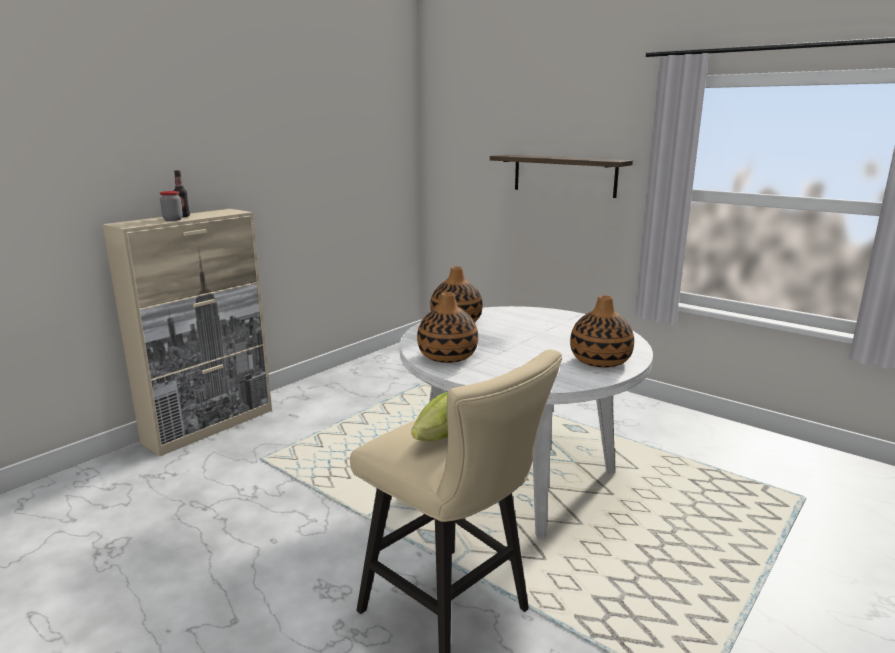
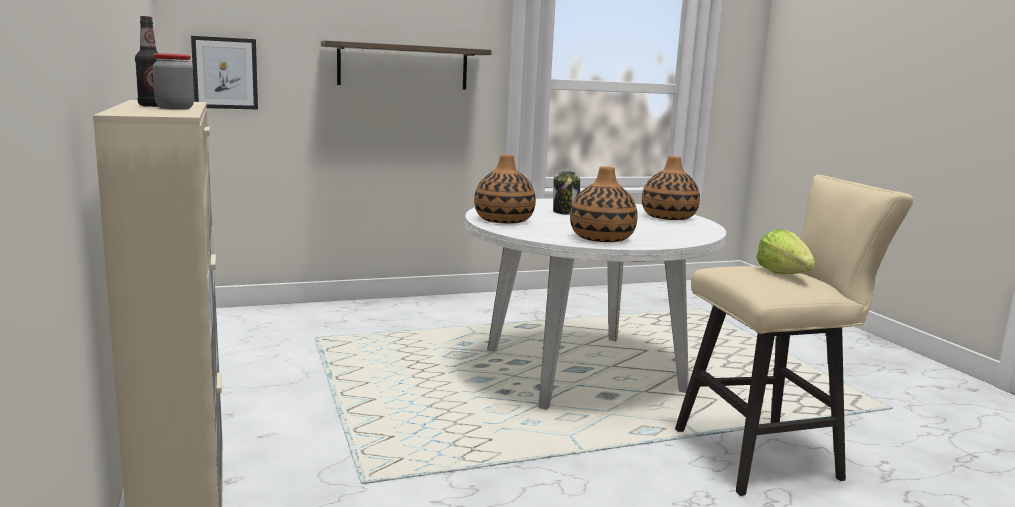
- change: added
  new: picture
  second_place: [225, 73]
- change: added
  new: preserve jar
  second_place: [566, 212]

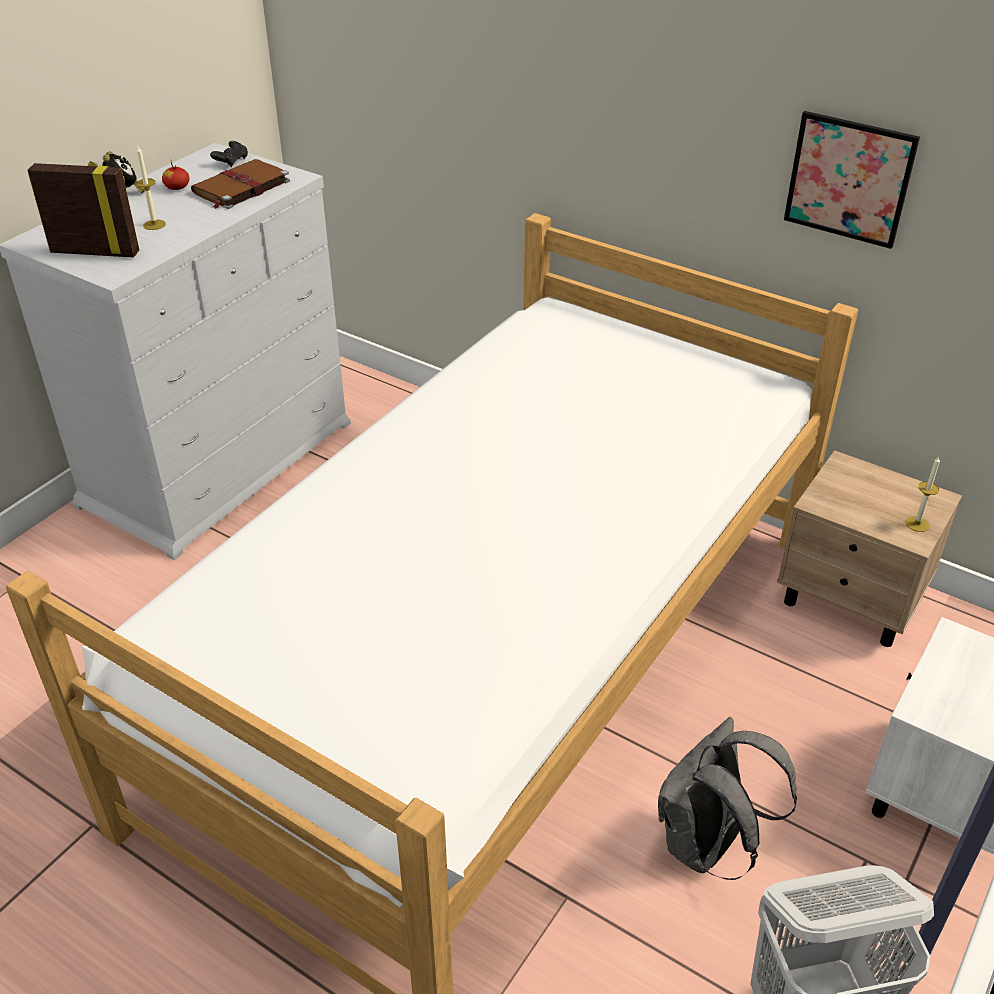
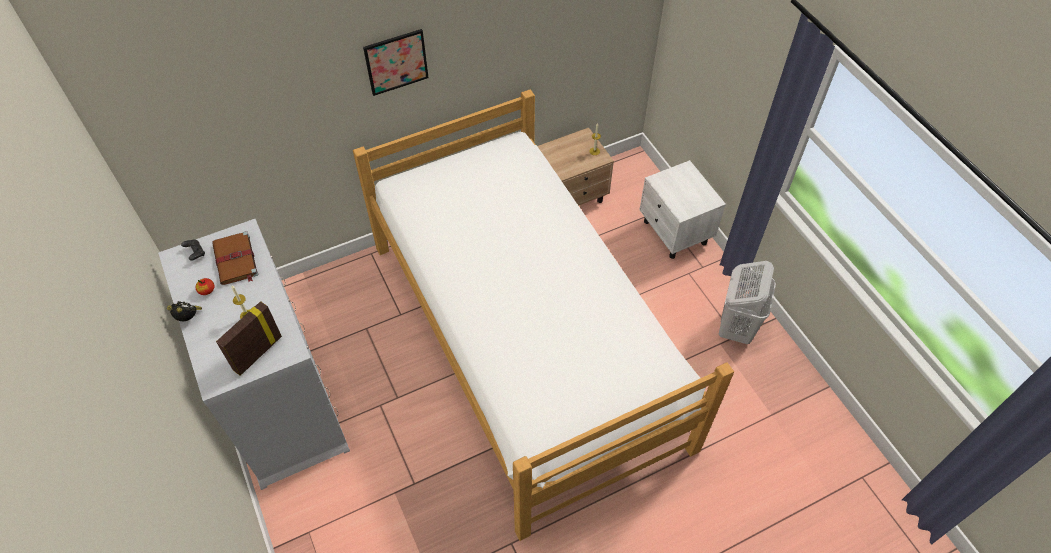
- change: removed
  old: gray rucksack
  first_place: [707, 846]
- change: moved
  old: picture
  first_place: [849, 179]
  second_place: [396, 62]

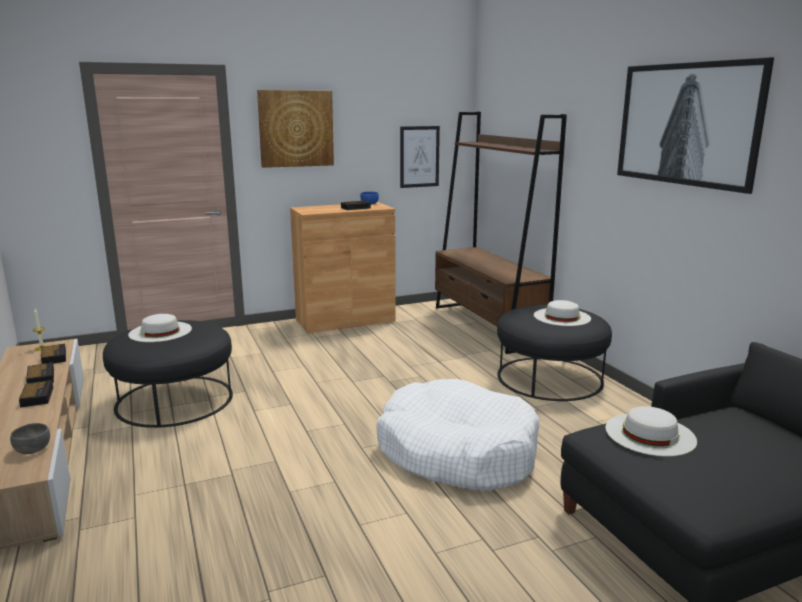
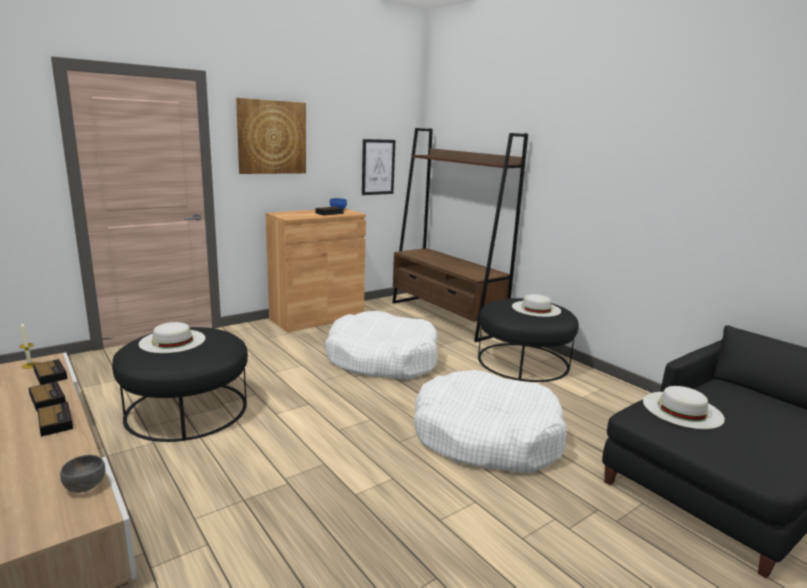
- change: removed
  old: picture
  first_place: [687, 124]
- change: added
  new: white-coloured pet bed
  second_place: [382, 359]

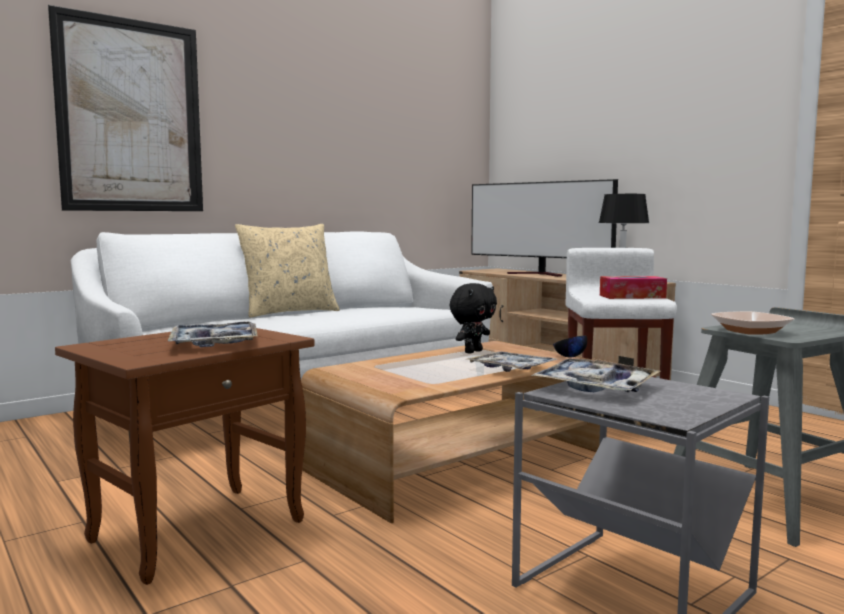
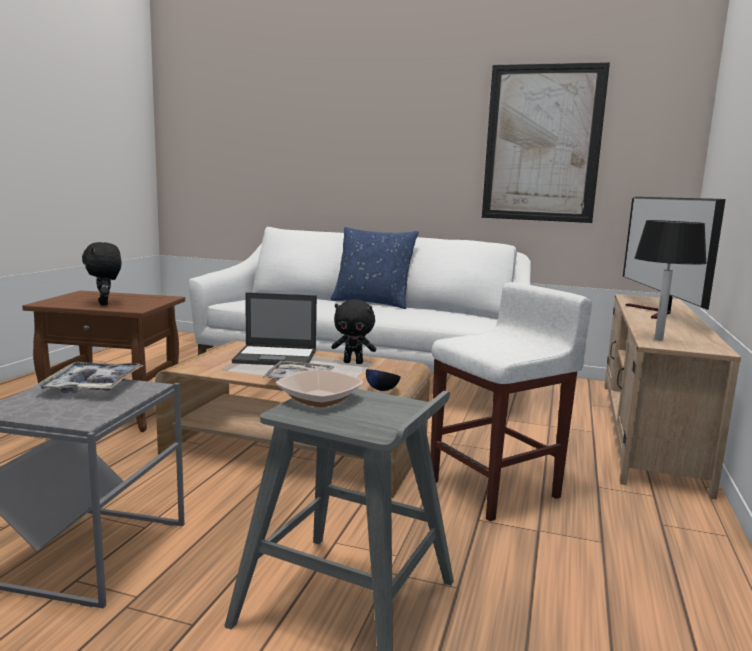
- change: moved
  old: picture
  first_place: [131, 116]
  second_place: [542, 144]
- change: replaced
  old: tray
  new: black cuddly toy
  first_place: [214, 344]
  second_place: [105, 304]
- change: recoloured
  old: beige throw pillow
  new: blue-coloured throw pillow
  first_place: [289, 312]
  second_place: [372, 303]
- change: removed
  old: tissue holder
  first_place: [632, 296]
- change: added
  new: laptop
  second_place: [277, 356]

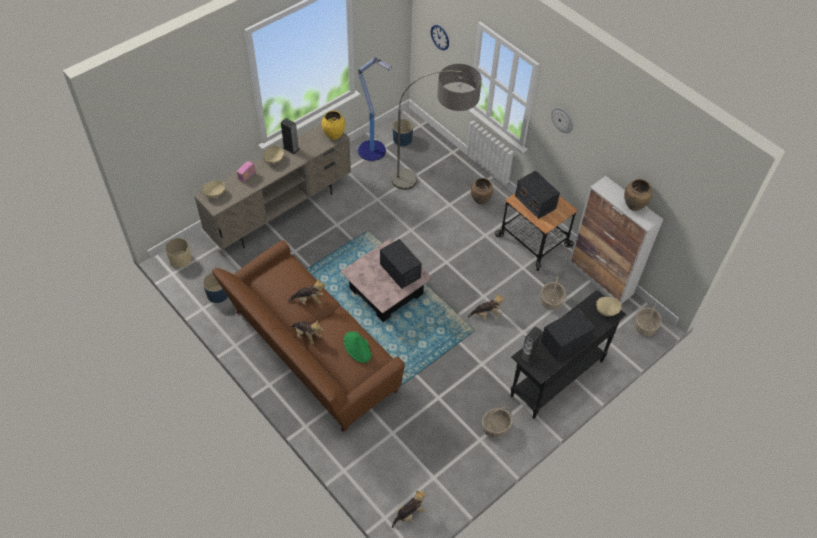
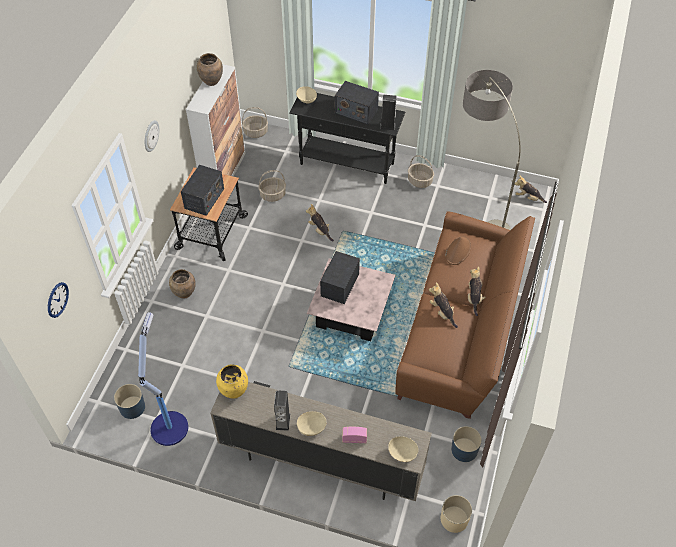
- change: recoloured
  old: green wearable hat
  new: brown wearable hat
  first_place: [357, 347]
  second_place: [458, 251]
- change: moved
  old: floor lamp
  first_place: [435, 182]
  second_place: [477, 209]

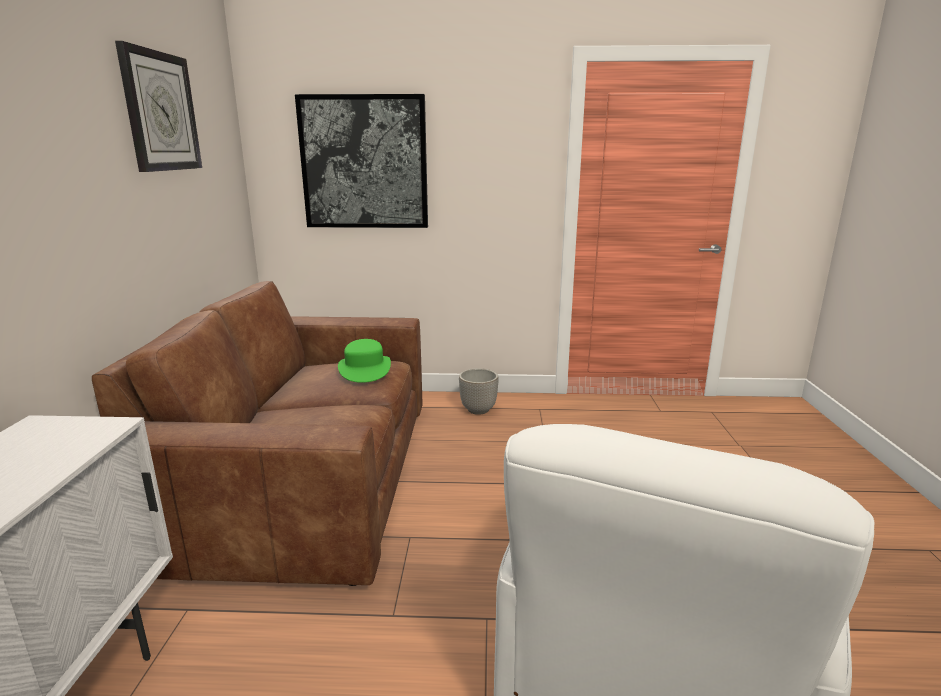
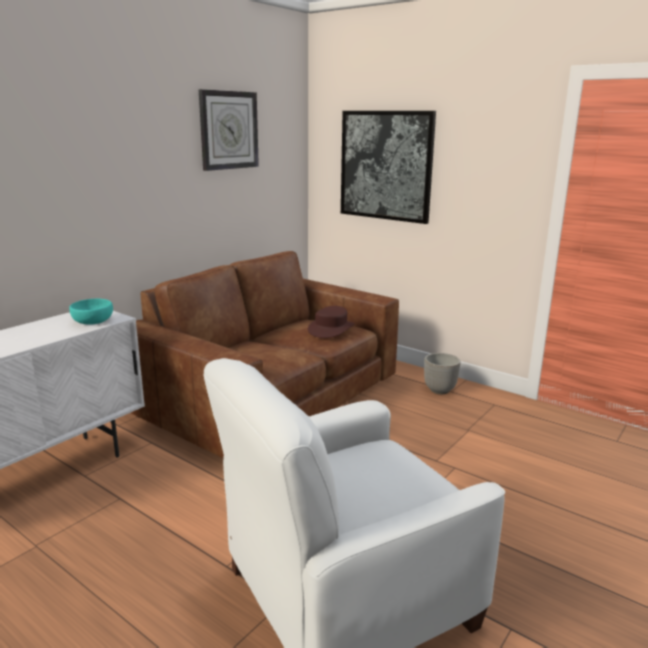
- change: recoloured
  old: green wearable hat
  new: brown wearable hat
  first_place: [364, 369]
  second_place: [331, 329]
- change: added
  new: turquoise-coloured bowl
  second_place: [92, 322]

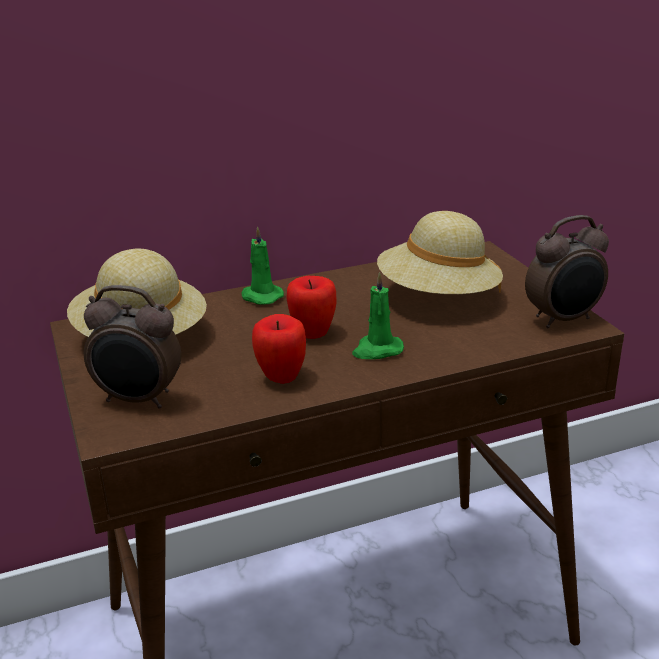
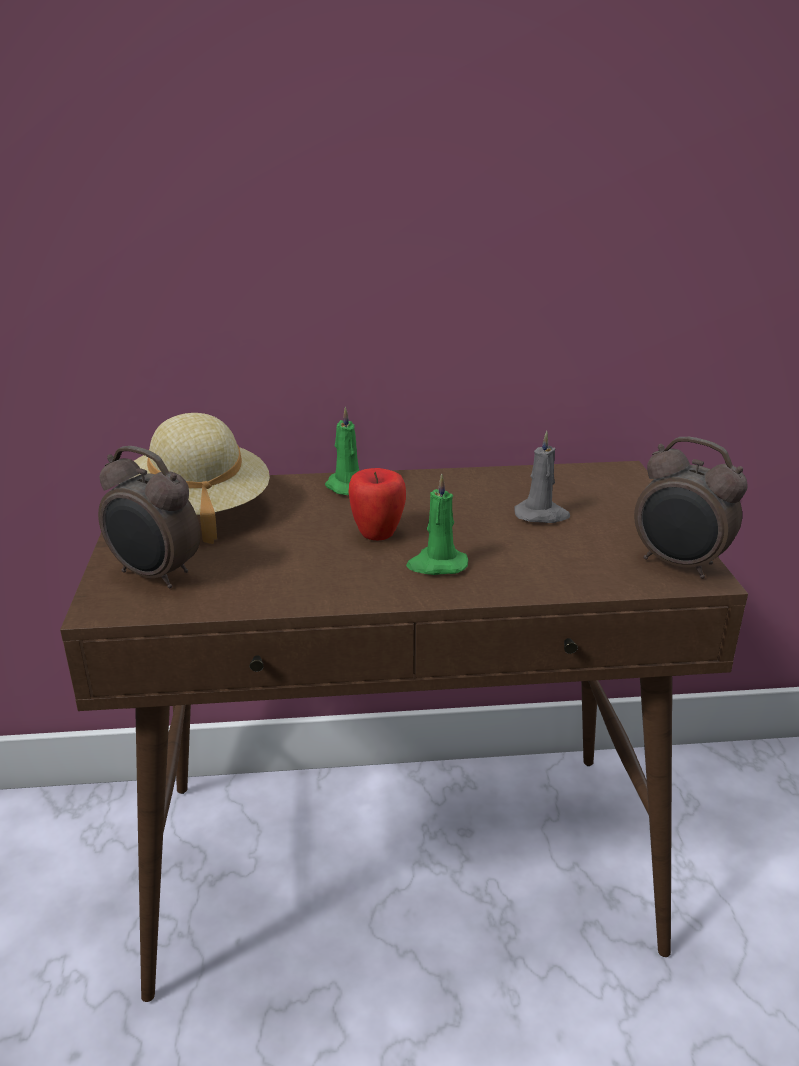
- change: removed
  old: whole apple
  first_place: [281, 377]
- change: replaced
  old: beige wearable hat
  new: gray candle
  first_place: [438, 296]
  second_place: [542, 515]
- change: turned
  old: alarm clock
  first_place: [563, 320]
  second_place: [678, 565]
  degrees: 45

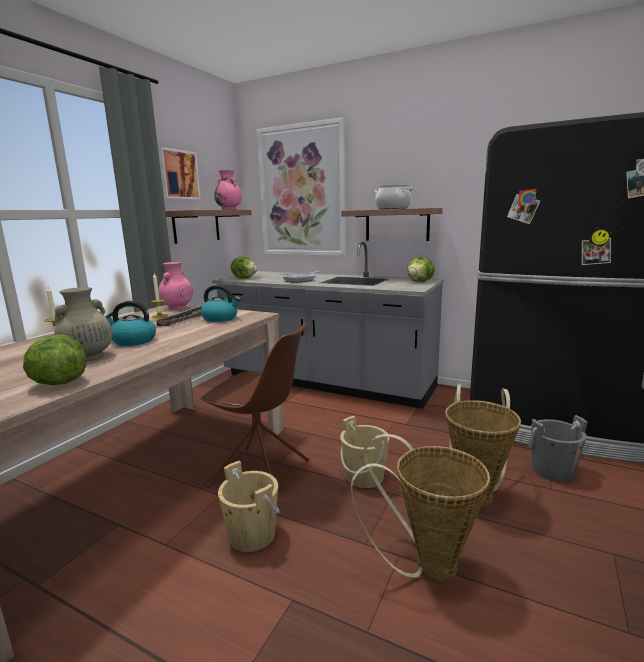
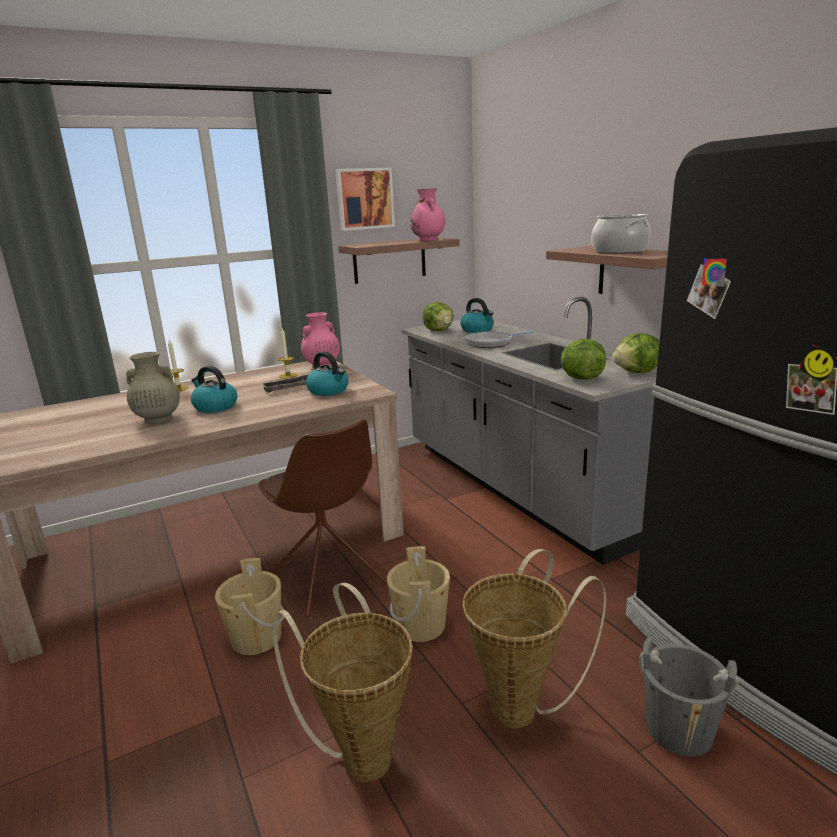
- change: moved
  old: lettuce
  first_place: [59, 383]
  second_place: [580, 378]
- change: removed
  old: picture
  first_place: [302, 191]
- change: added
  new: kettle
  second_place: [477, 330]

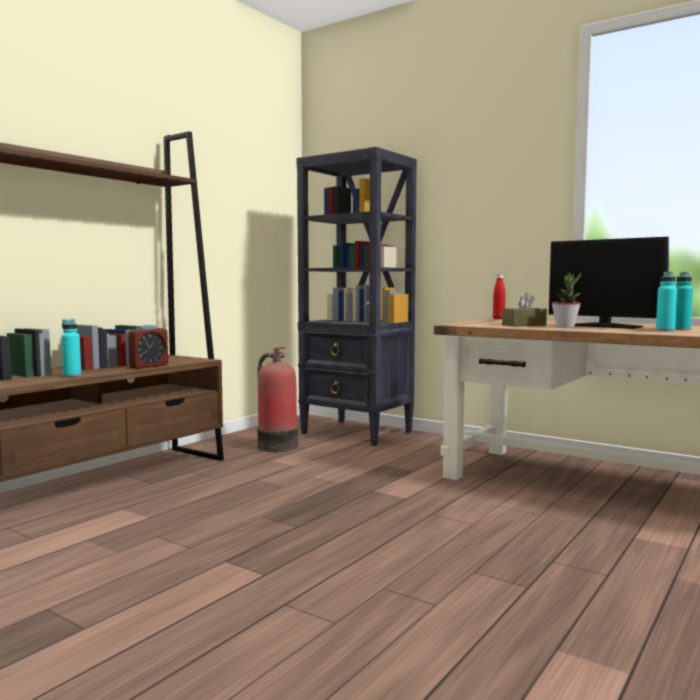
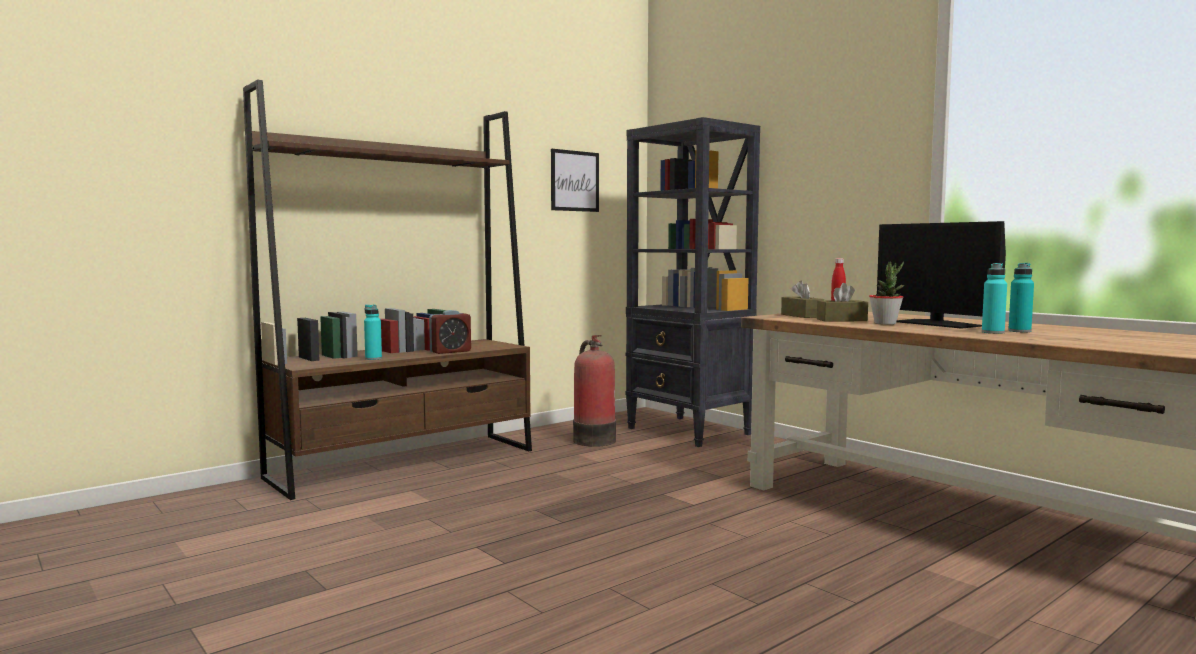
- change: added
  new: picture
  second_place: [574, 181]
- change: added
  new: brown tissue holder
  second_place: [802, 315]

